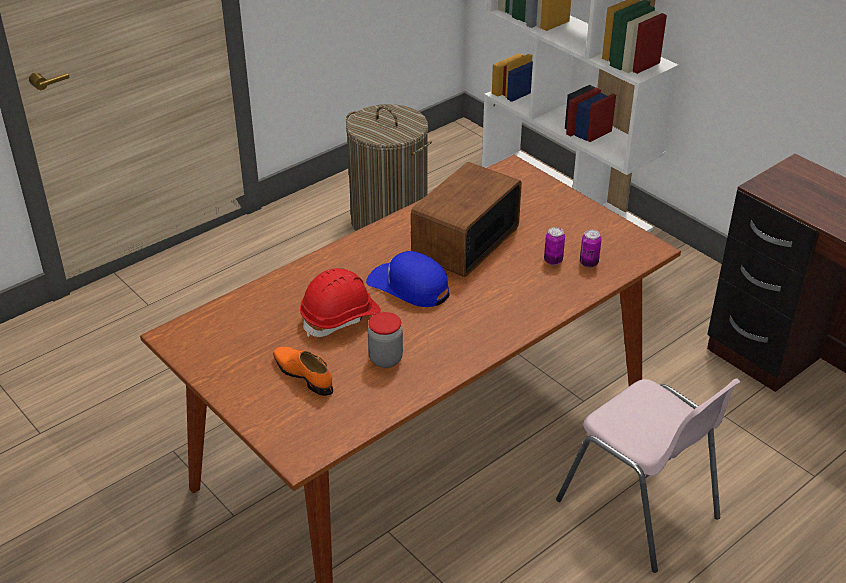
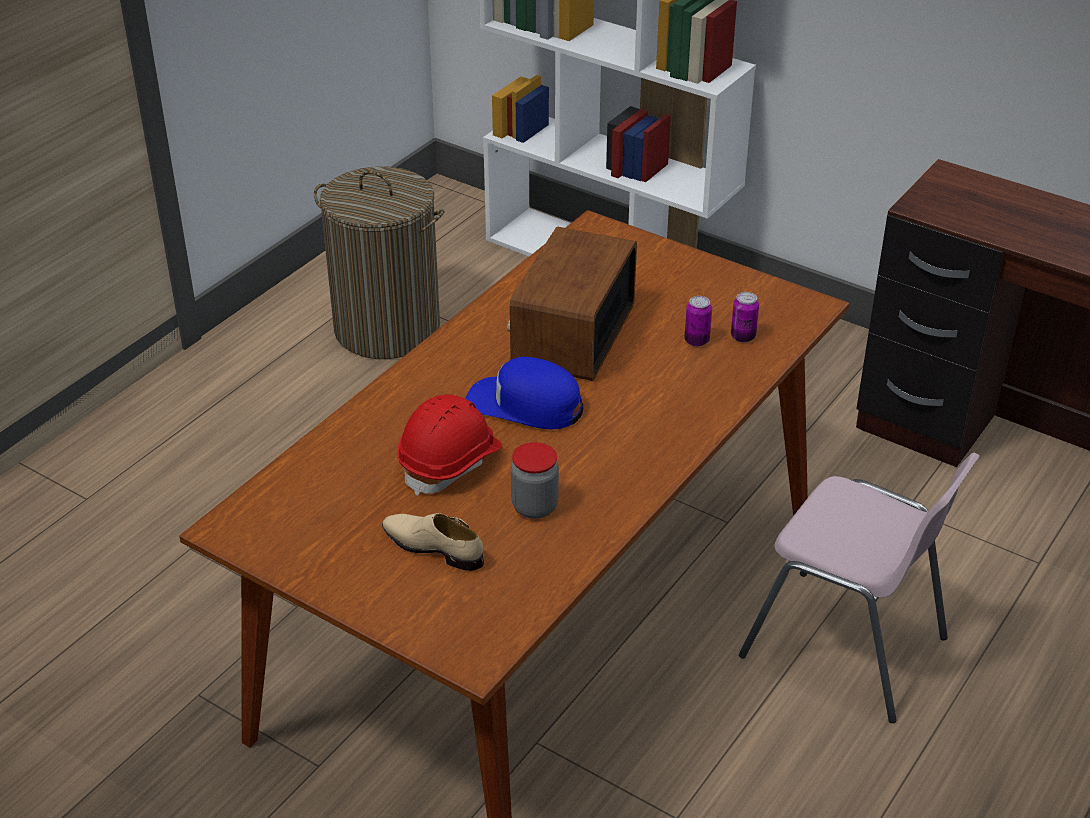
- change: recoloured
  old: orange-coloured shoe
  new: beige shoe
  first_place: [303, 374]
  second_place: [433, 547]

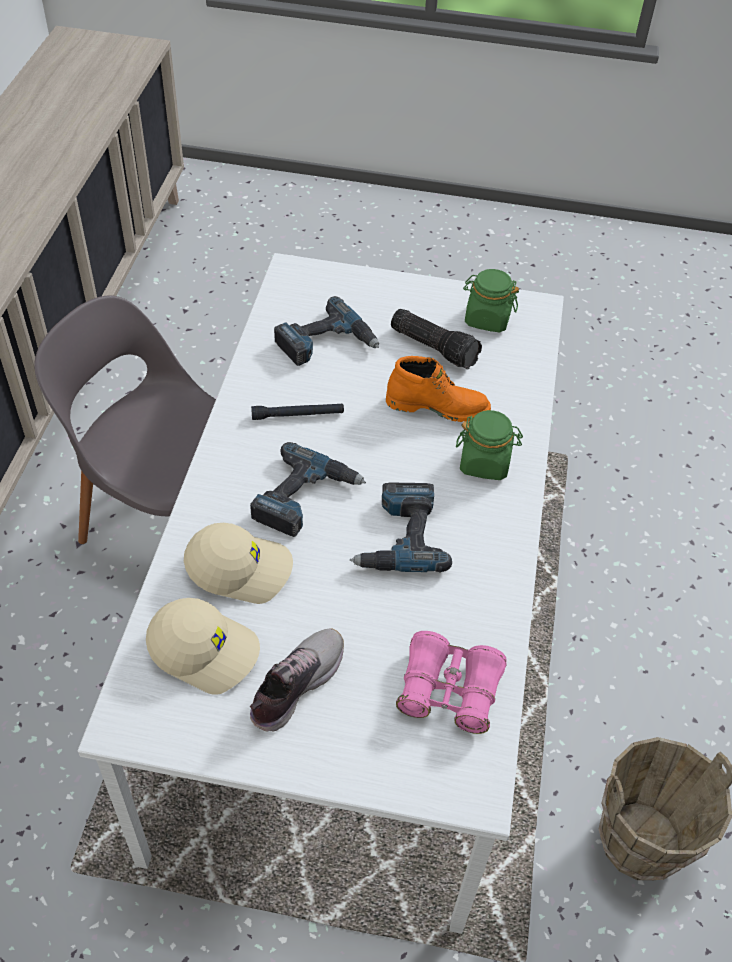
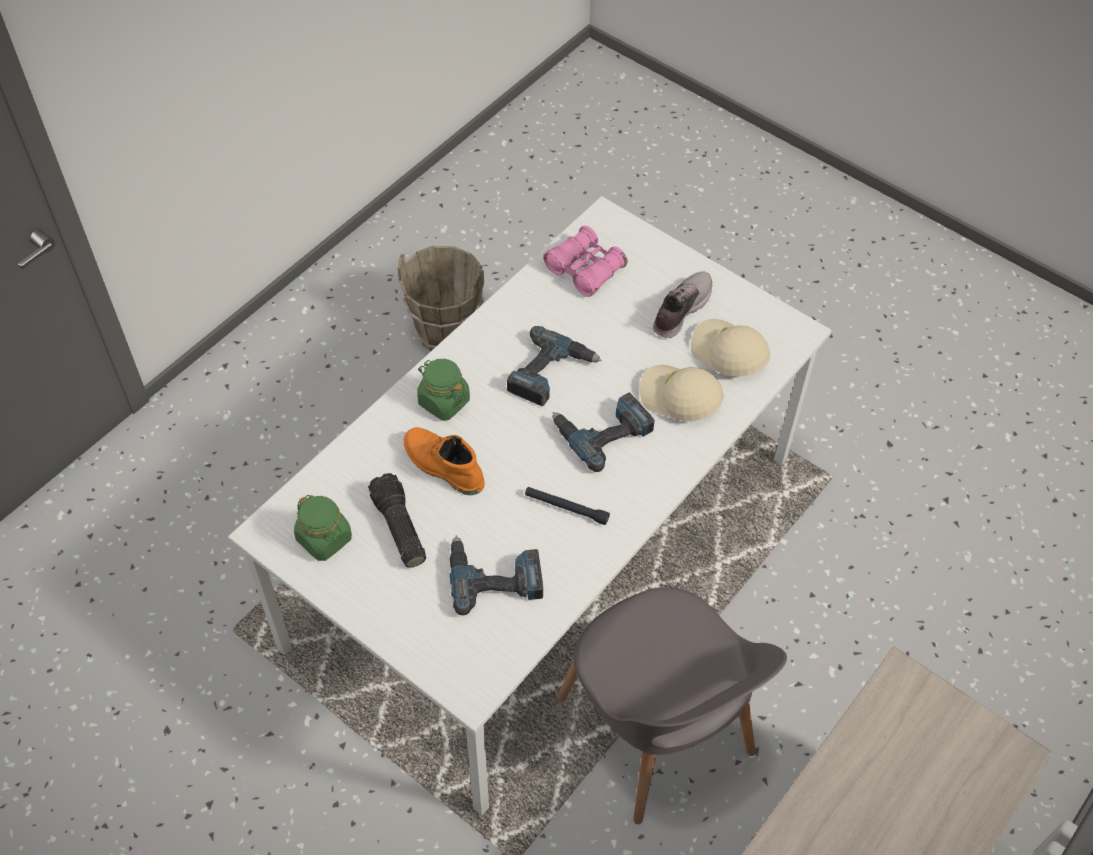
- change: turned
  old: shoe
  first_place: [294, 685]
  second_place: [679, 310]
  degrees: 150

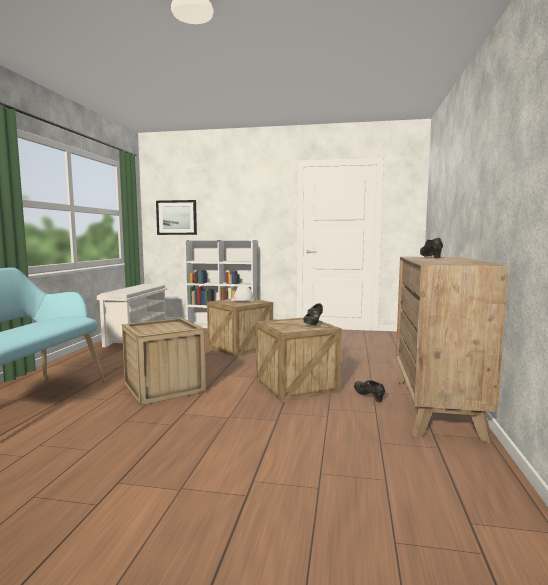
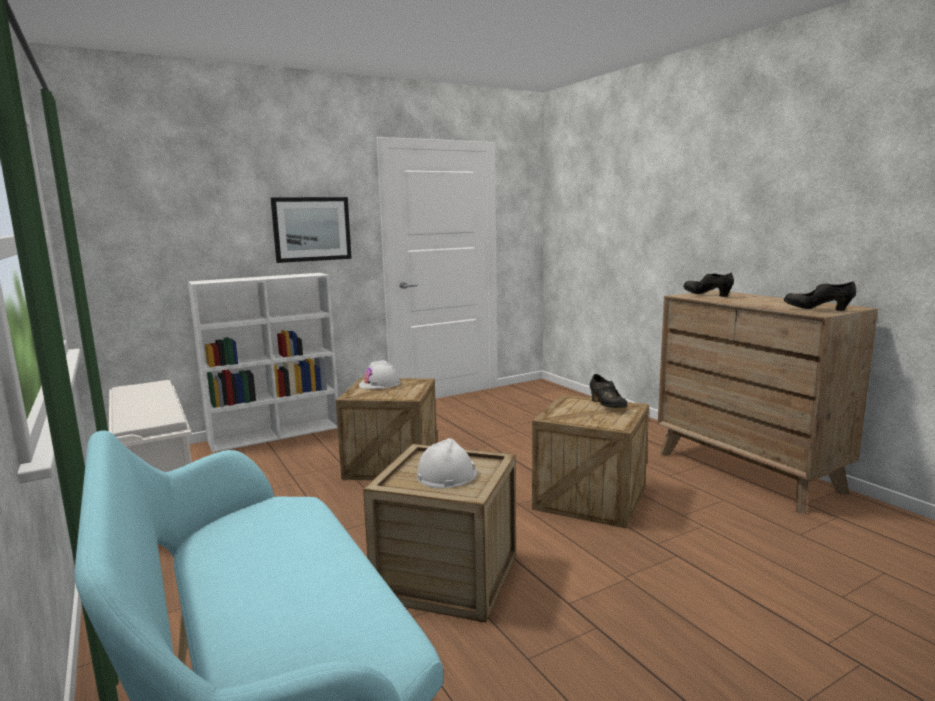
- change: moved
  old: picture
  first_place: [176, 217]
  second_place: [312, 229]
- change: moved
  old: black shoe
  first_place: [369, 397]
  second_place: [817, 309]
- change: added
  new: white-coloured work helmet
  second_place: [446, 474]

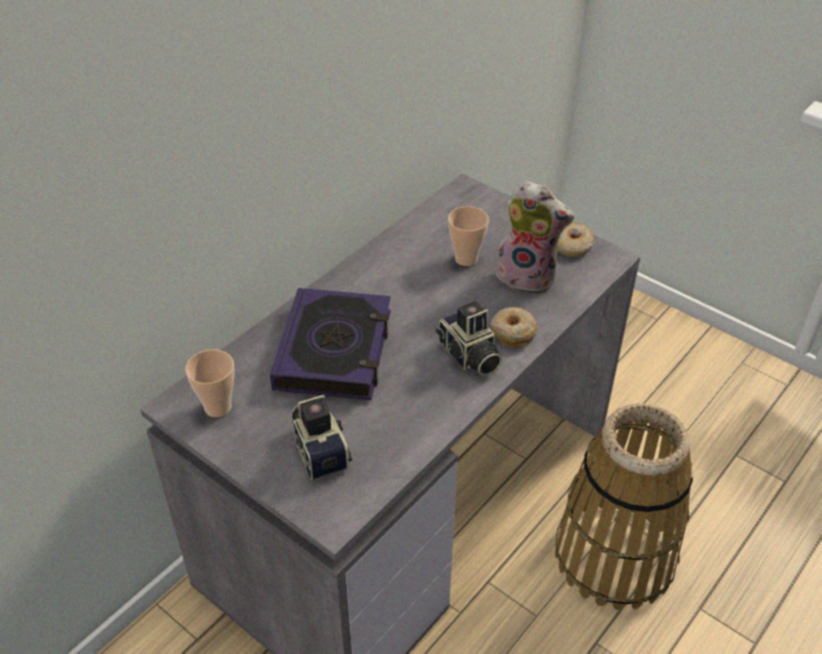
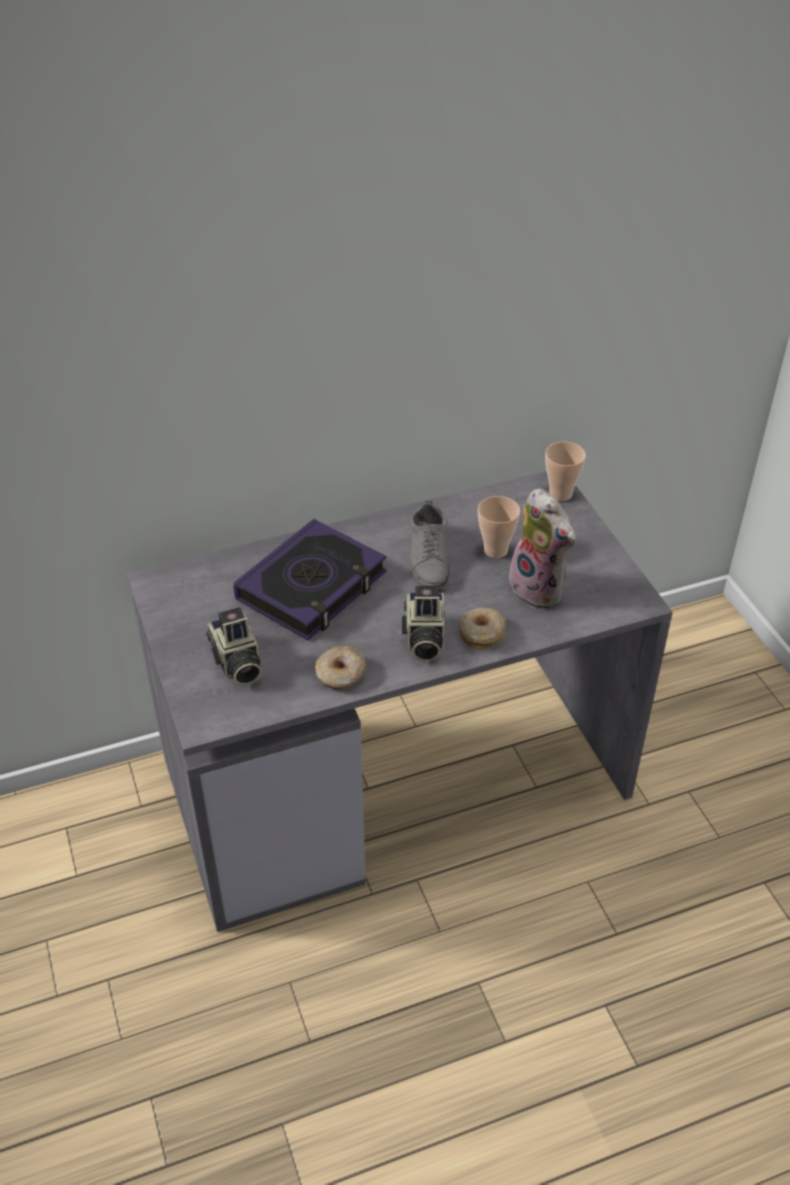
- change: moved
  old: small cup
  first_place: [218, 407]
  second_place: [560, 494]
- change: turned
  old: photo camera
  first_place: [320, 449]
  second_place: [236, 663]
  degrees: 150
- change: removed
  old: basket
  first_place: [614, 557]
- change: moved
  old: donut
  first_place: [572, 246]
  second_place: [341, 675]
- change: added
  new: gray shoe
  second_place: [429, 557]

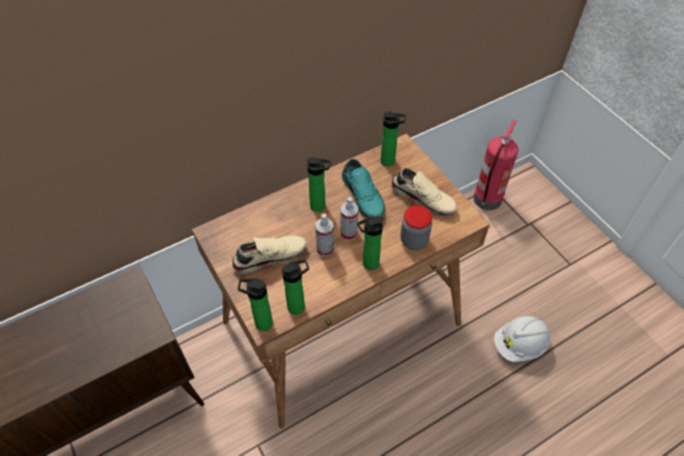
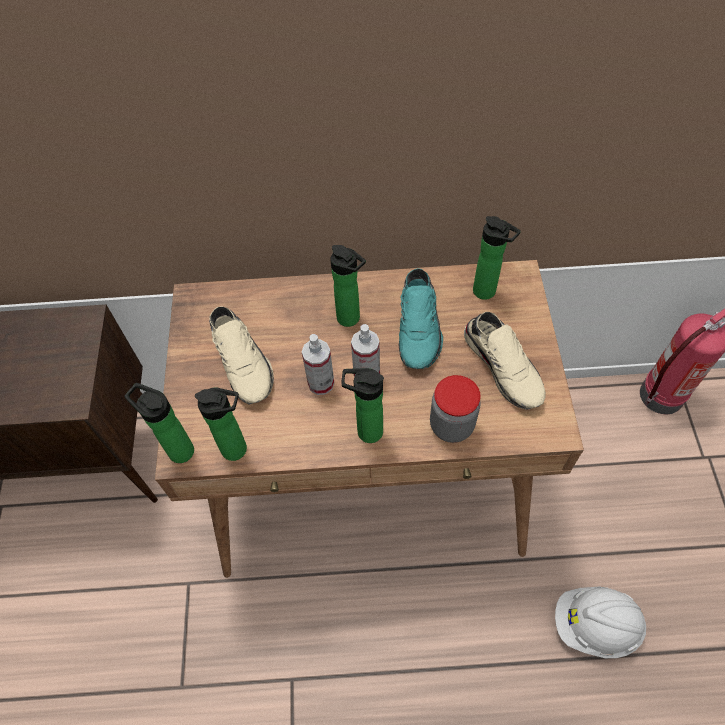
- change: turned
  old: beige shoe
  first_place: [269, 256]
  second_place: [244, 362]
  degrees: 60

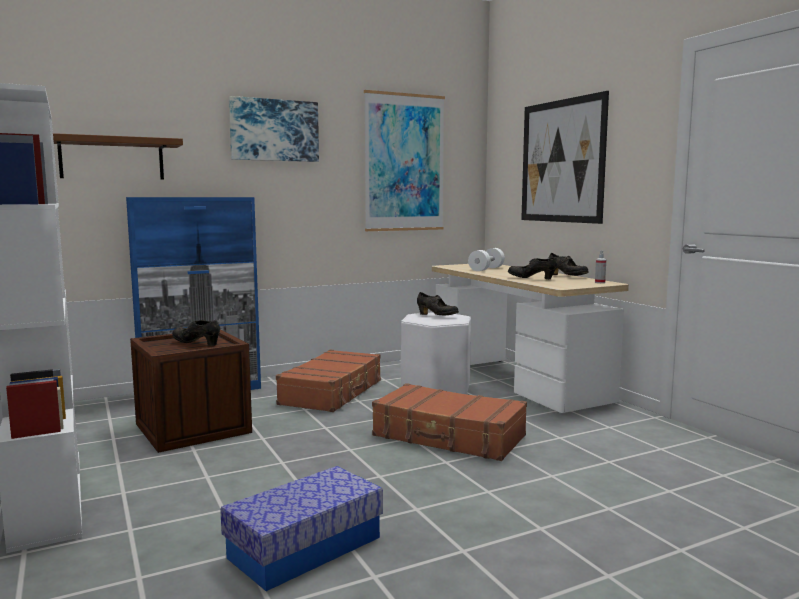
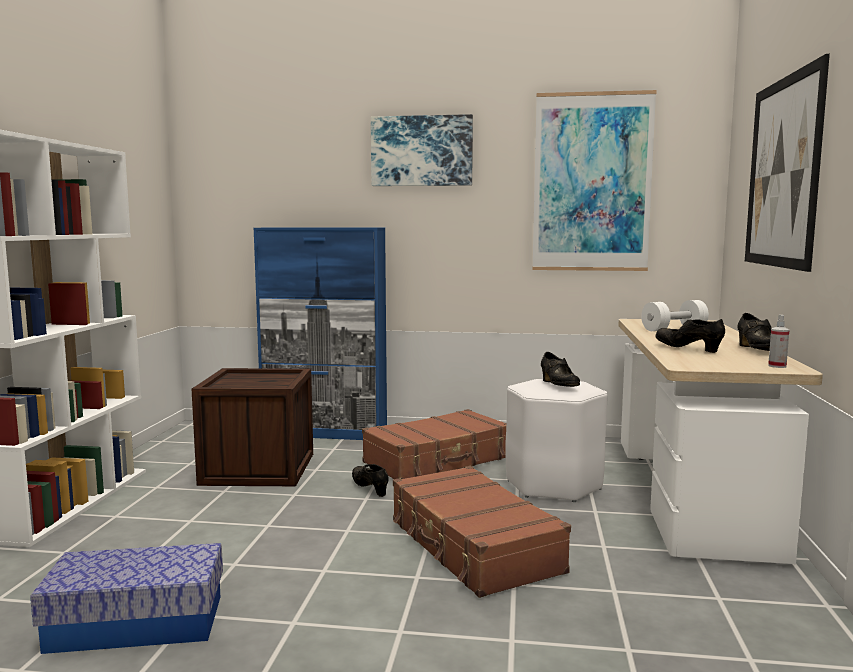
- change: removed
  old: brown bracket shelf
  first_place: [112, 159]
- change: moved
  old: black shoe
  first_place: [197, 344]
  second_place: [370, 489]

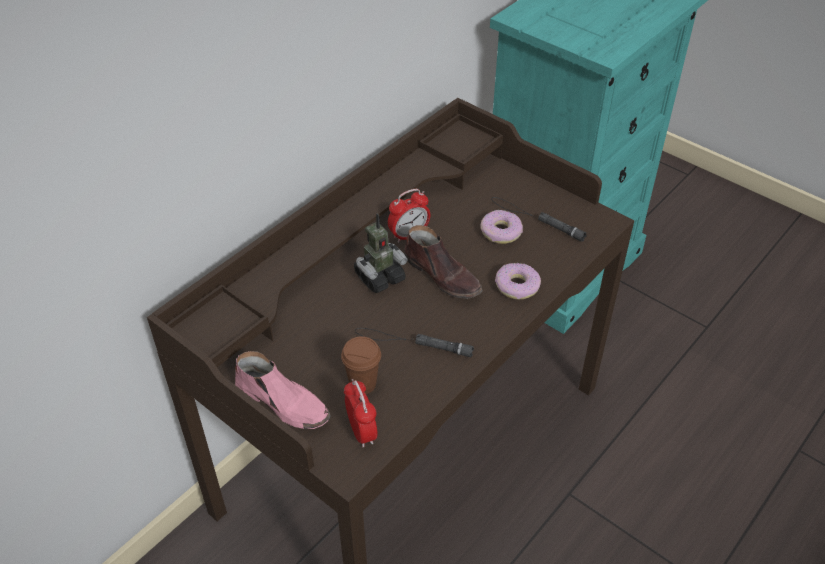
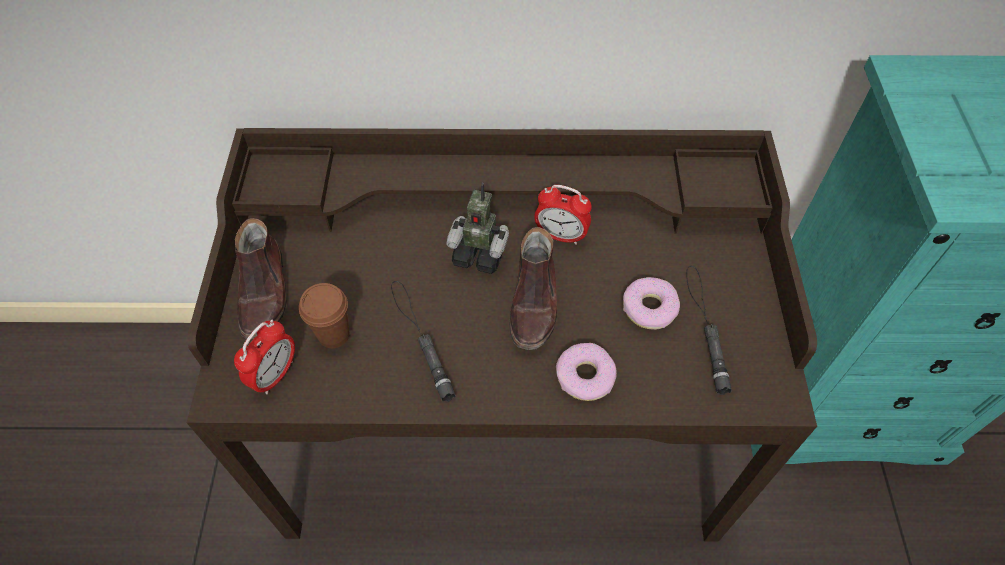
- change: recoloured
  old: pink shoe
  new: brown shoe
  first_place: [284, 402]
  second_place: [264, 291]

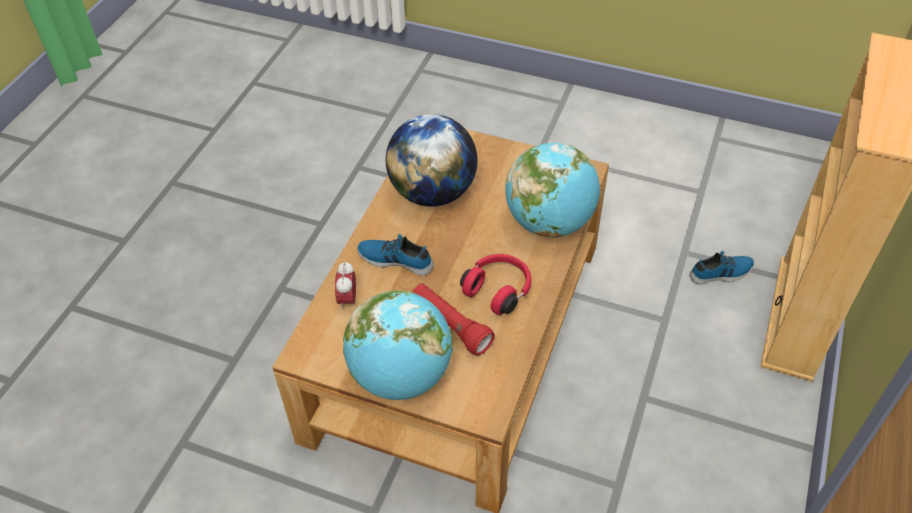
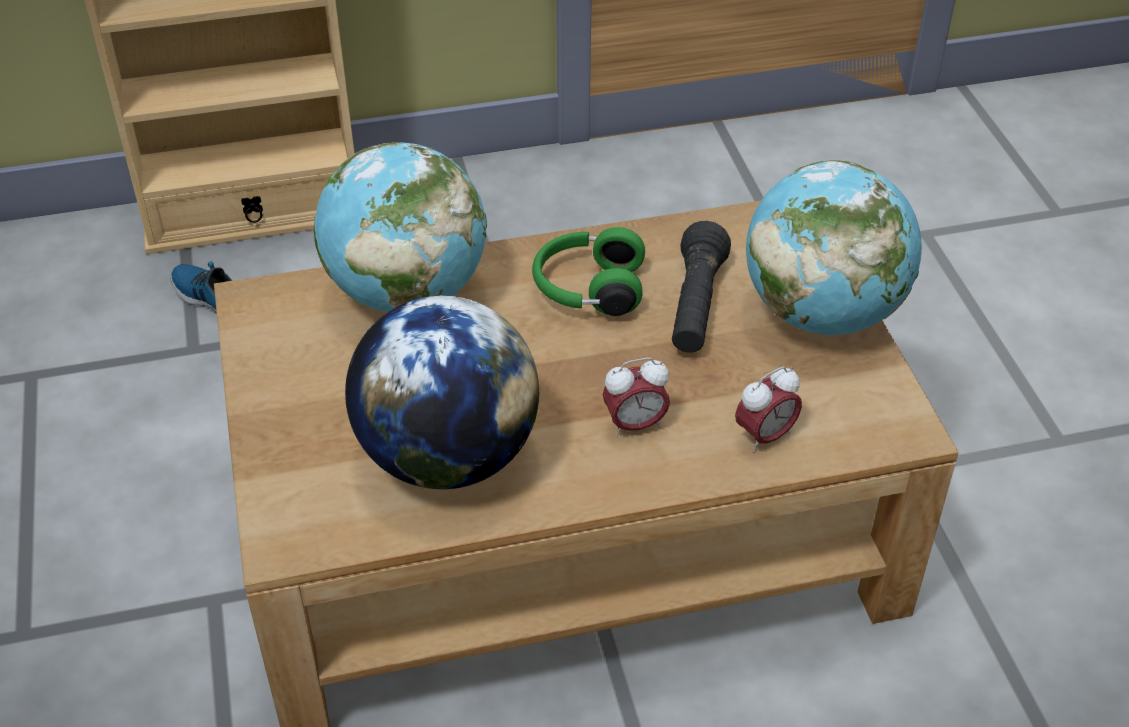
- change: replaced
  old: shoe
  new: alarm clock
  first_place: [396, 259]
  second_place: [635, 425]
- change: recoloured
  old: red torch
  new: black torch
  first_place: [450, 325]
  second_place: [696, 306]
- change: recoloured
  old: red headset
  new: green headset
  first_place: [498, 289]
  second_place: [587, 289]

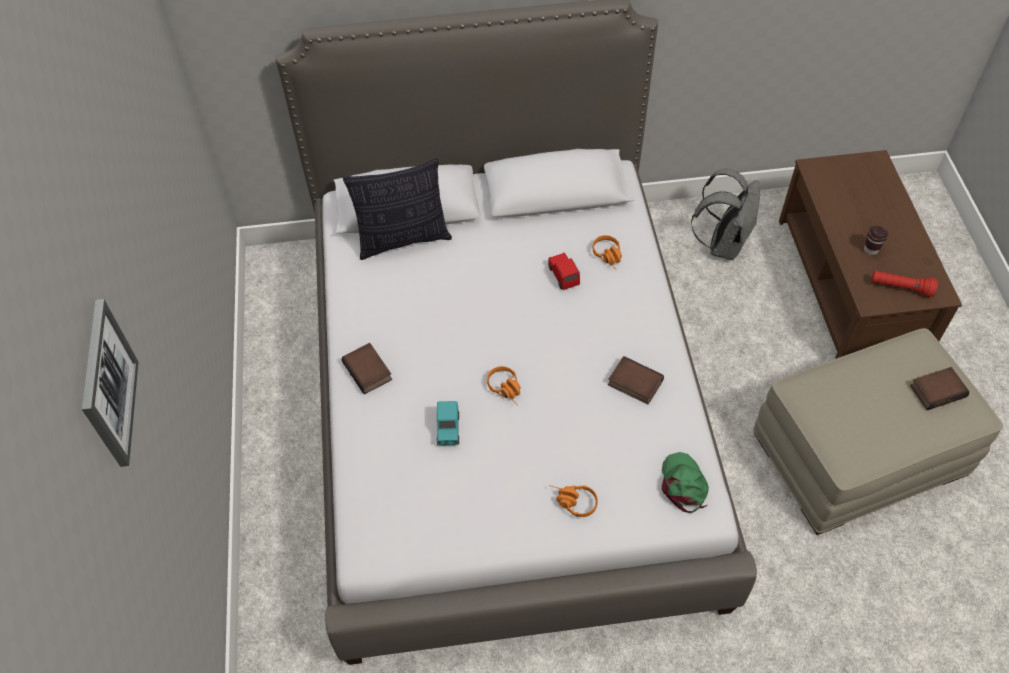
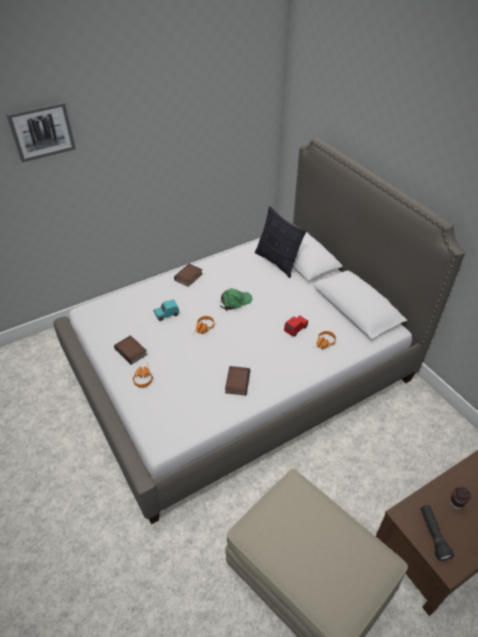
- change: moved
  old: green baseball cap
  first_place: [683, 484]
  second_place: [235, 301]
- change: removed
  old: gray rucksack
  first_place: [723, 244]
- change: recoloured
  old: red torch
  new: black torch
  first_place: [900, 288]
  second_place: [433, 535]
- change: moved
  old: volume
  first_place: [937, 390]
  second_place: [132, 352]

